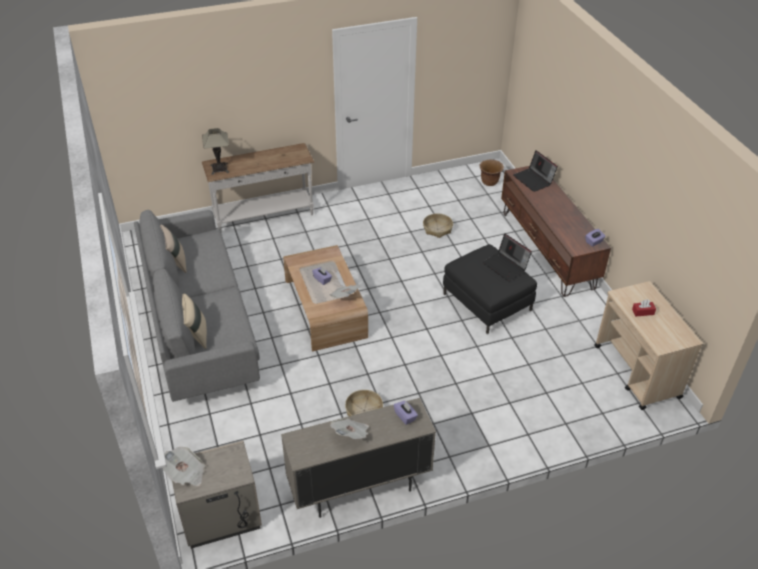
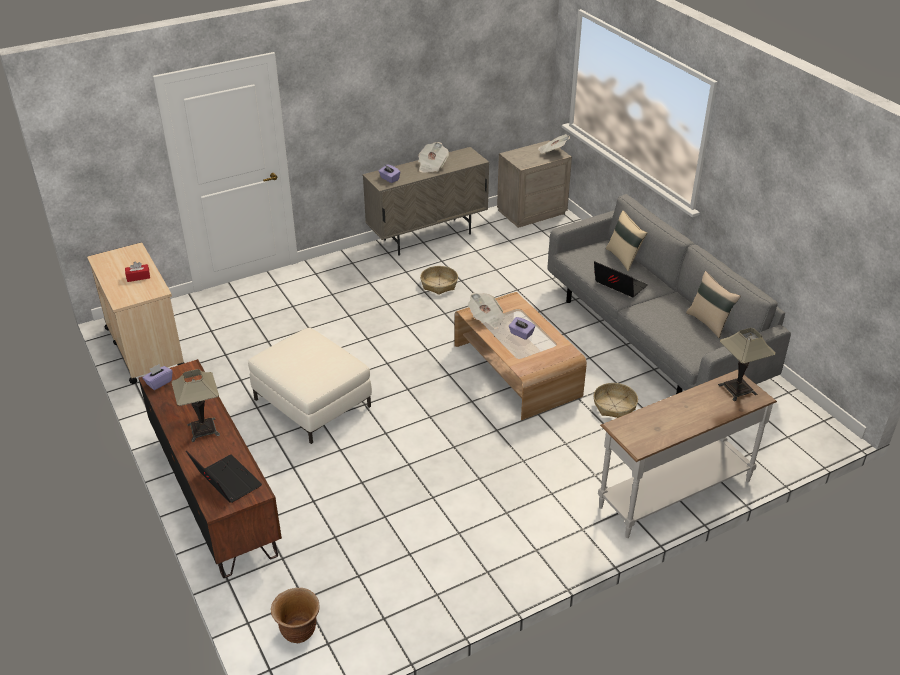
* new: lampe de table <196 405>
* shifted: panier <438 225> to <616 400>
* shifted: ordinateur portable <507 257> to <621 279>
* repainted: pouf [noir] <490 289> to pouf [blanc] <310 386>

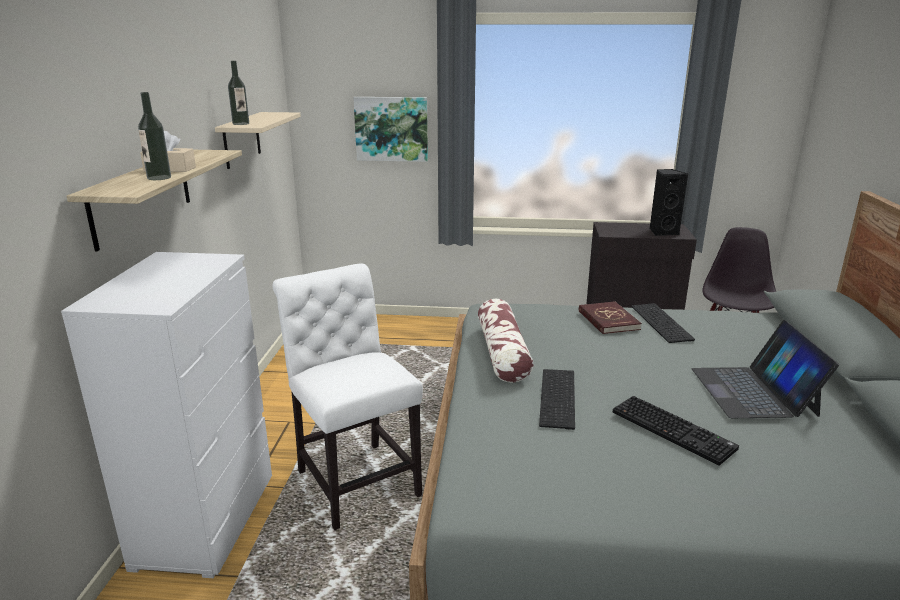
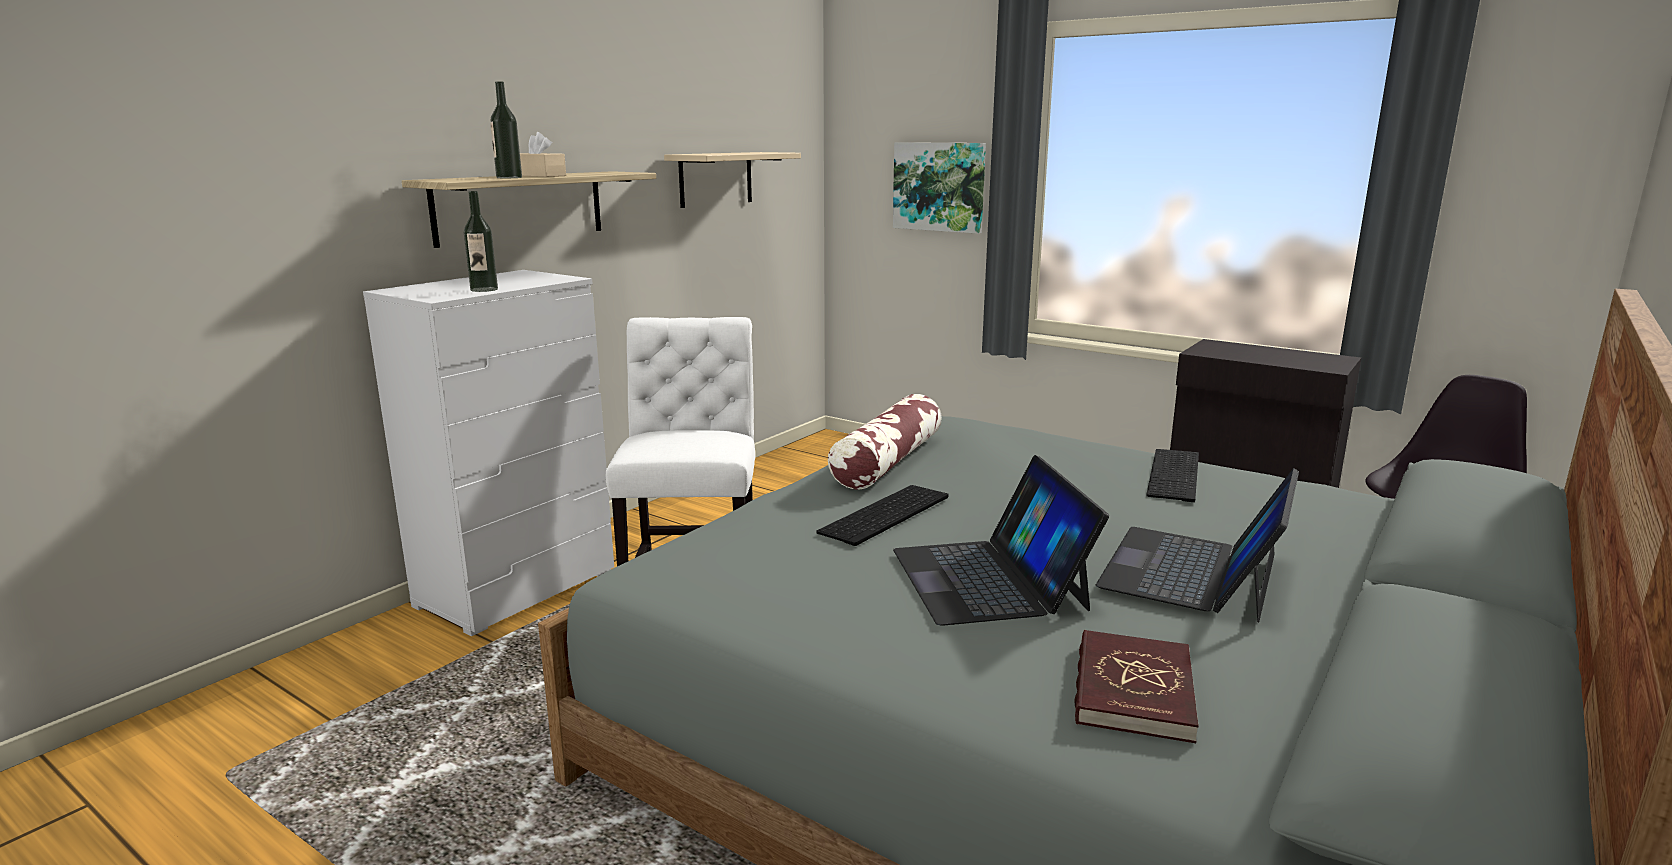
* gone: enceinte [noir] <668 202>
* shifted: bouteille <238 93> to <481 241>
* shifted: livre [rouge] <610 317> to <1136 686>
* swapped: clavier <676 431> to ordinateur portable <1001 540>

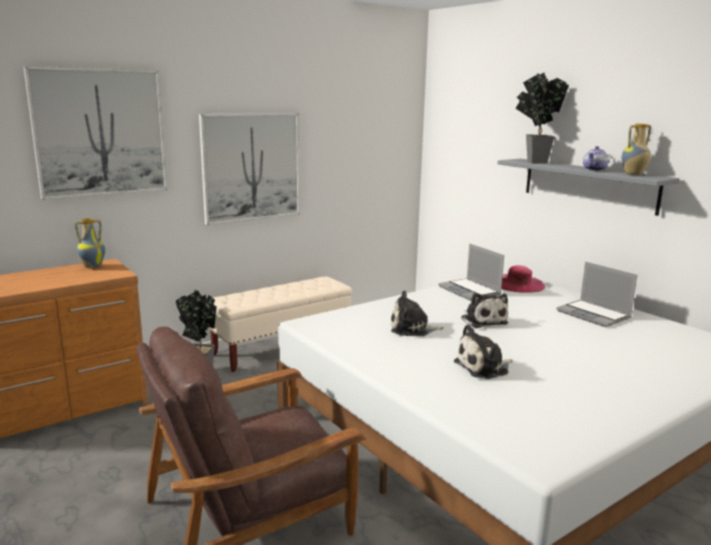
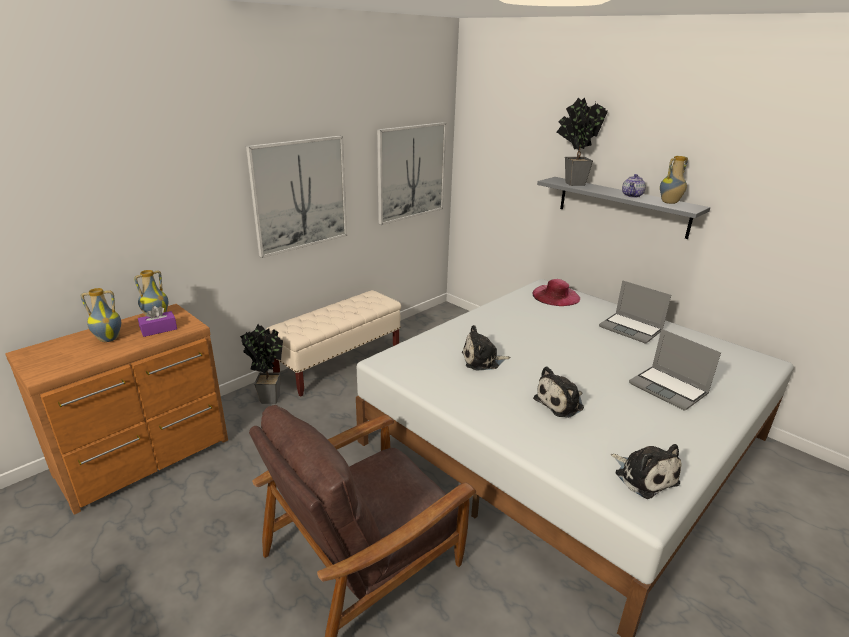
* new: vase <101 315>
* new: boîte à mouchoirs [violet] <157 321>
* shifted: tableau <95 133> to <411 173>
* shifted: ordinateur portable <471 272> to <675 370>
* shifted: peluche <484 310> to <646 471>

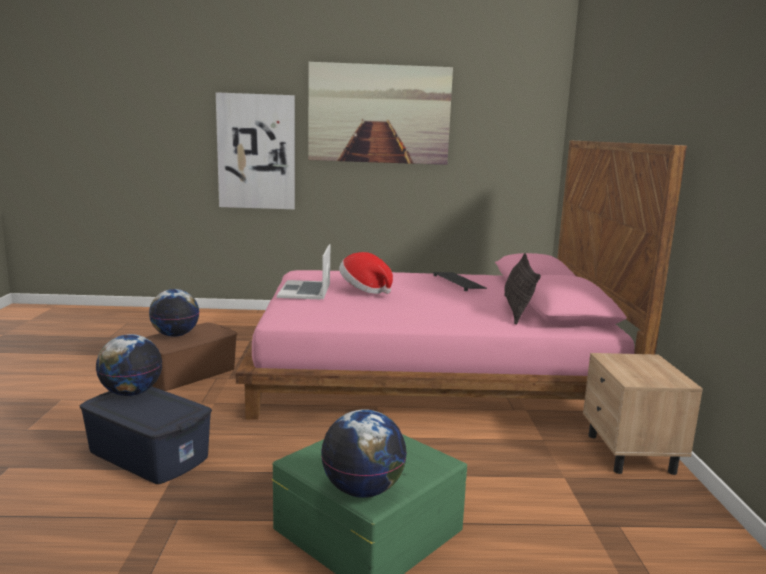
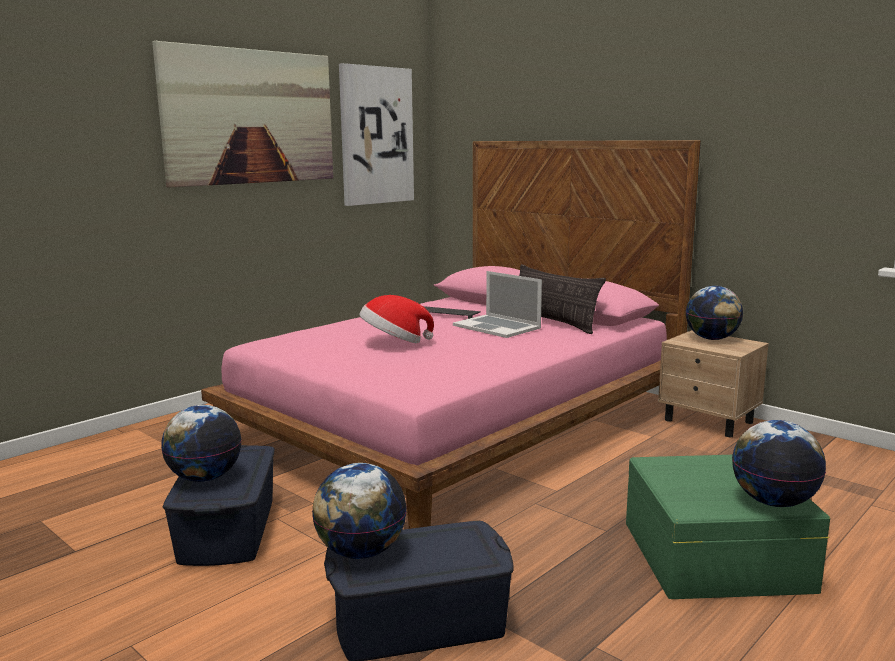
* new: globe <714 313>
* shifted: tableau <255 150> to <376 134>
* shifted: ordinateur portable <303 271> to <497 304>
* repainted: boîte de rangement [marron] <191 356> to boîte de rangement [bleu] <219 505>

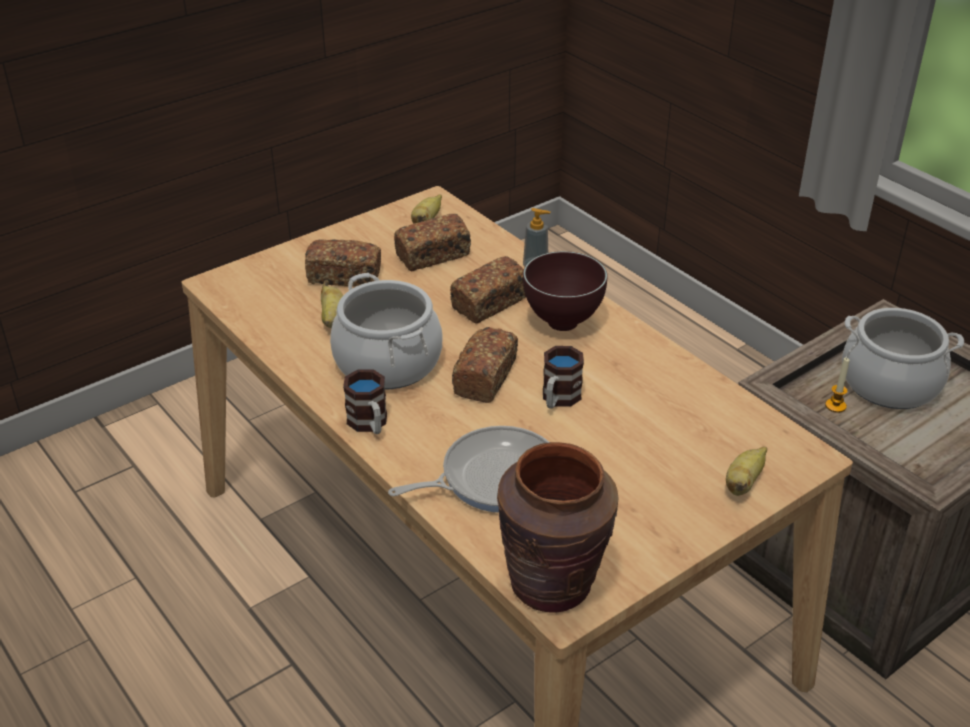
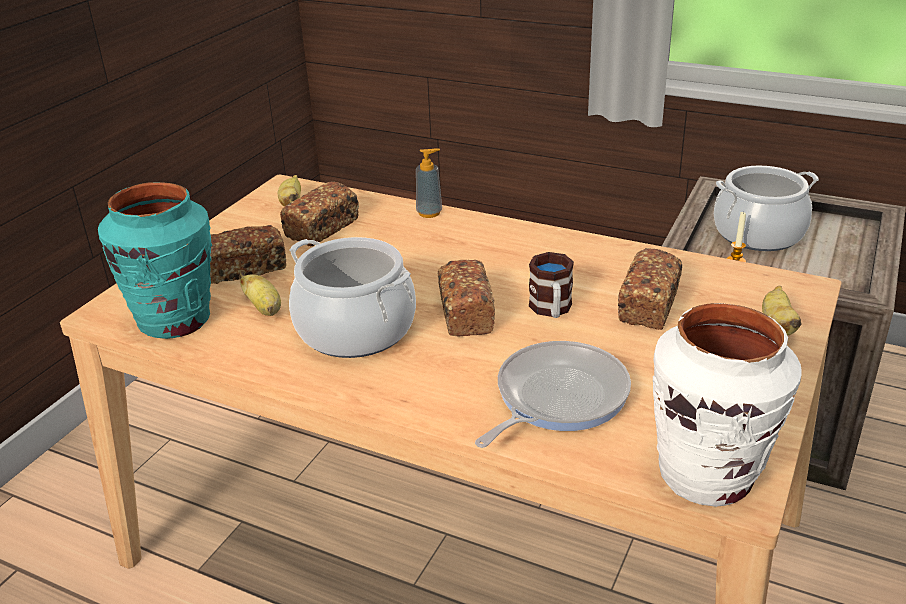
* gone: mug <365 402>
* gone: bol [marron] <565 291>
* new: vase [turquoise] <155 260>
* shifted: pain <488 290> to <650 289>
* repainted: vase [marron] <558 527> to vase [blanc] <727 405>

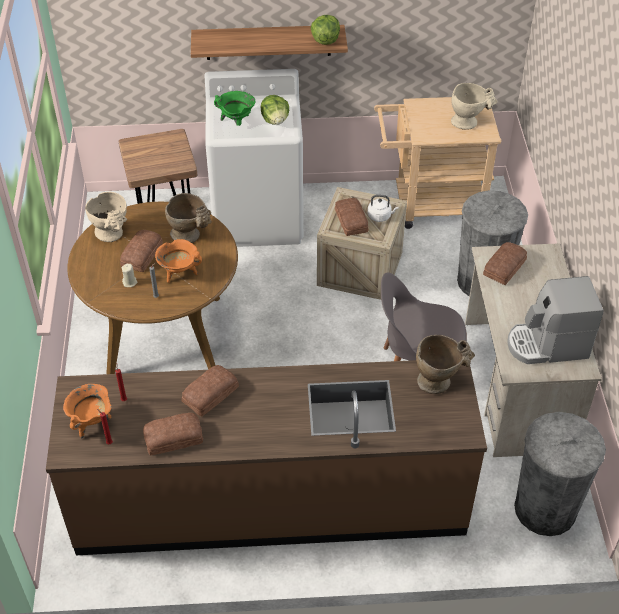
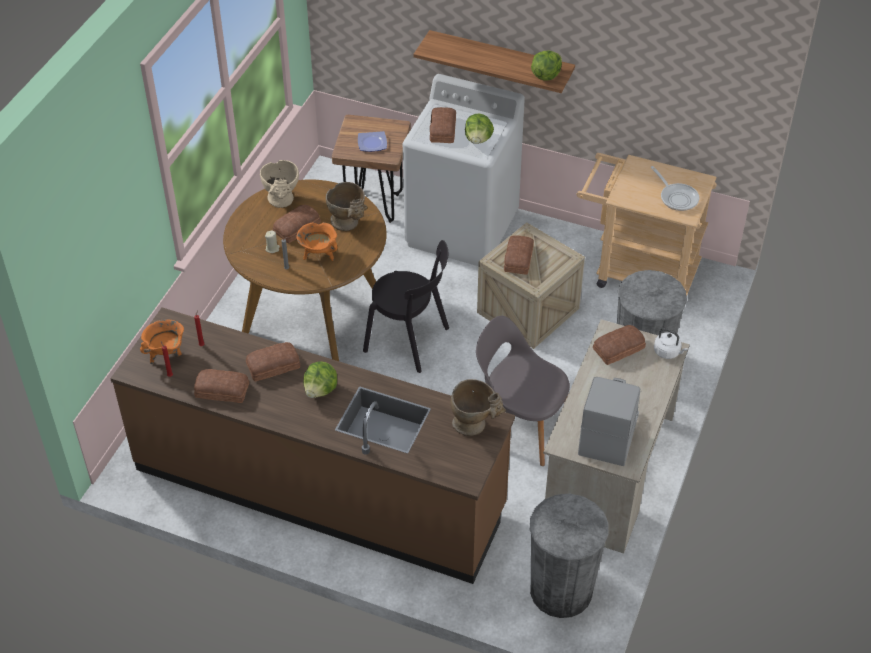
* new: laitue <320 379>
* new: assiette <372 141>
* new: chaise [noir] <406 306>
* shifted: bouilloire [blanc] <383 208> to <671 343>
* swapped: marmite [vert] <234 108> to pain <443 125>
* swapped: vase [beige] <474 106> to poêle <674 188>
* rotated: machine à café <556 320> = <609 421> 90 degrees clockwise

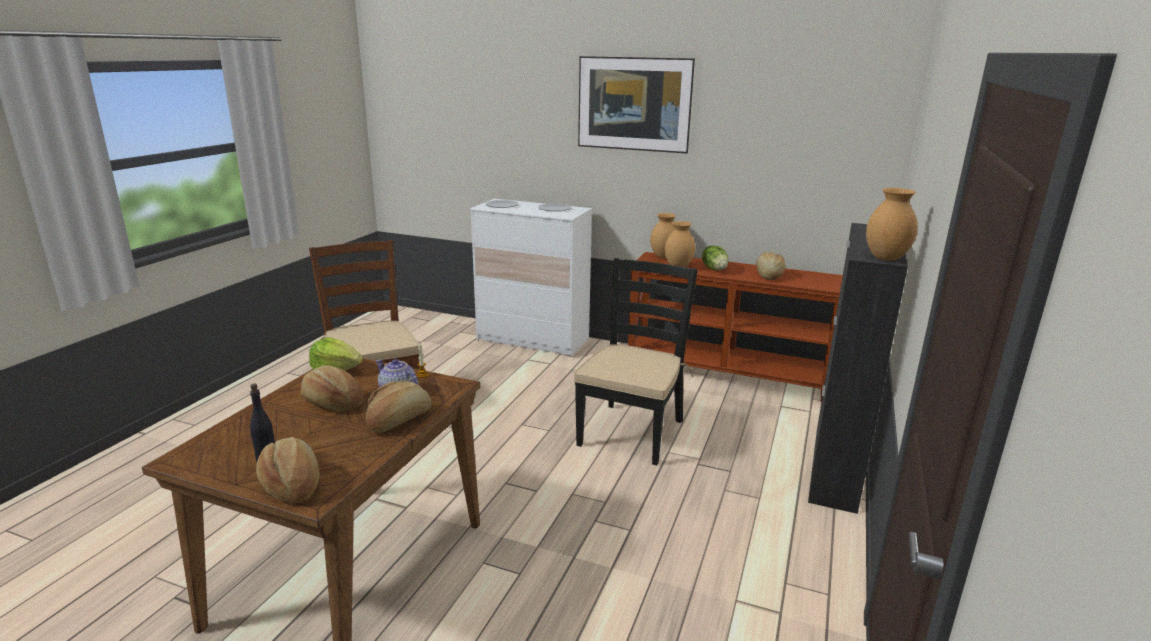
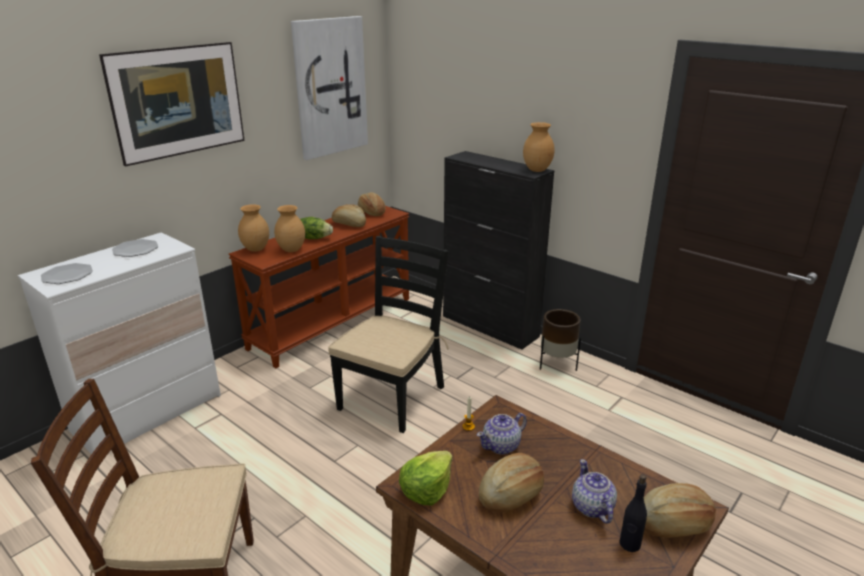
* new: tableau <329 88>
* new: cache-pot [marron] <560 340>
* new: théière <594 491>
* shifted: pain <399 407> to <372 204>
* rotated: chaise [noir] <636 362> = <388 334> 75 degrees clockwise

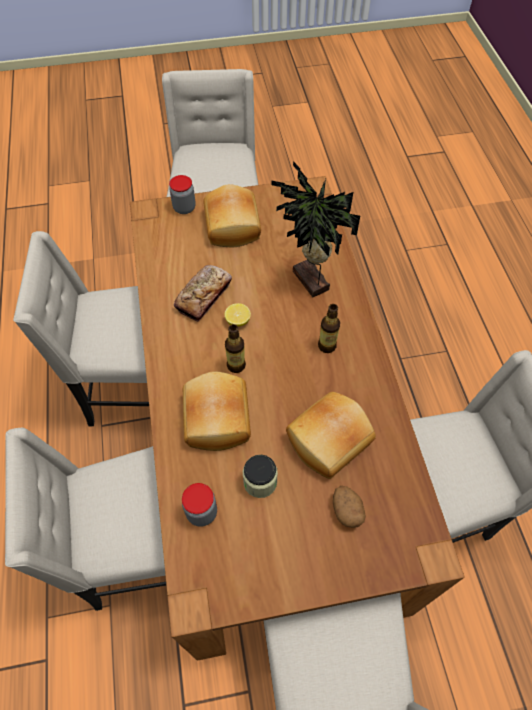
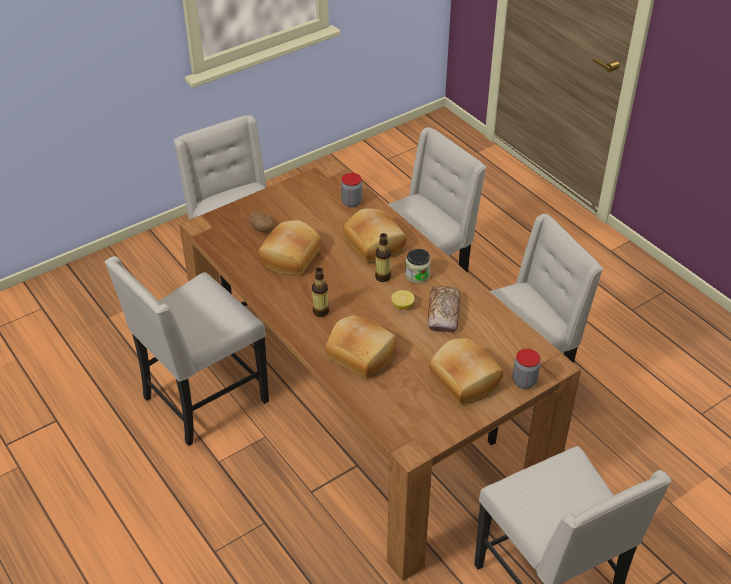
* shifted: bocal <260 476> to <418 266>
* swapped: plante en pot <315 229> to pain <361 346>

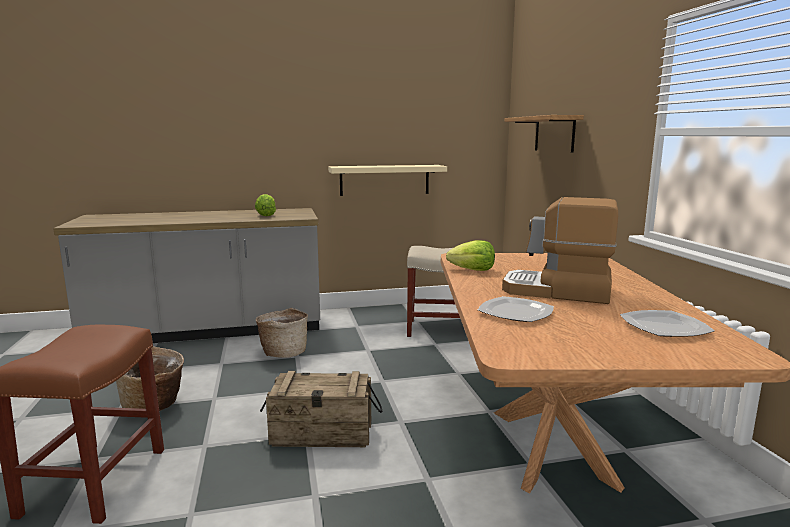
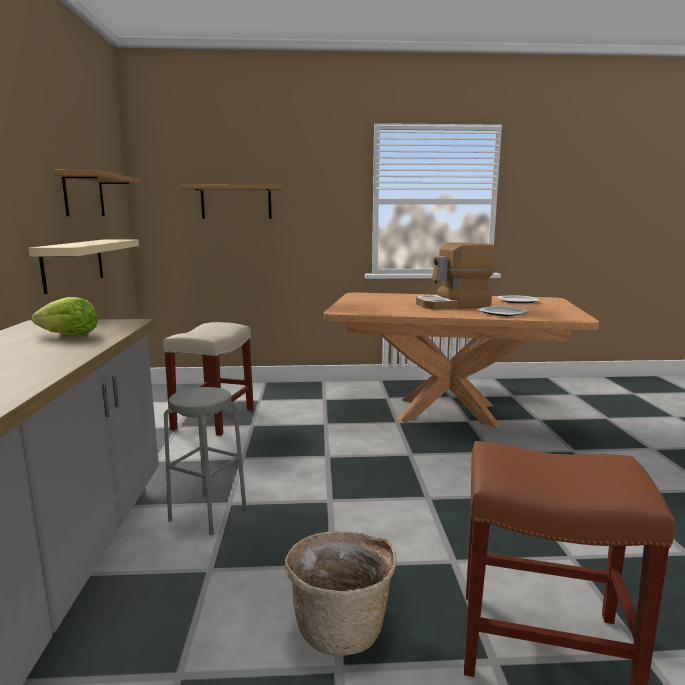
* gone: caisse <321 409>
* gone: laitue <470 255>
* new: étagère <97 193>
* swapped: panier <281 333> to tabouret [gris] <205 461>
* rotated: machine à café <560 250> = <455 275> 45 degrees clockwise

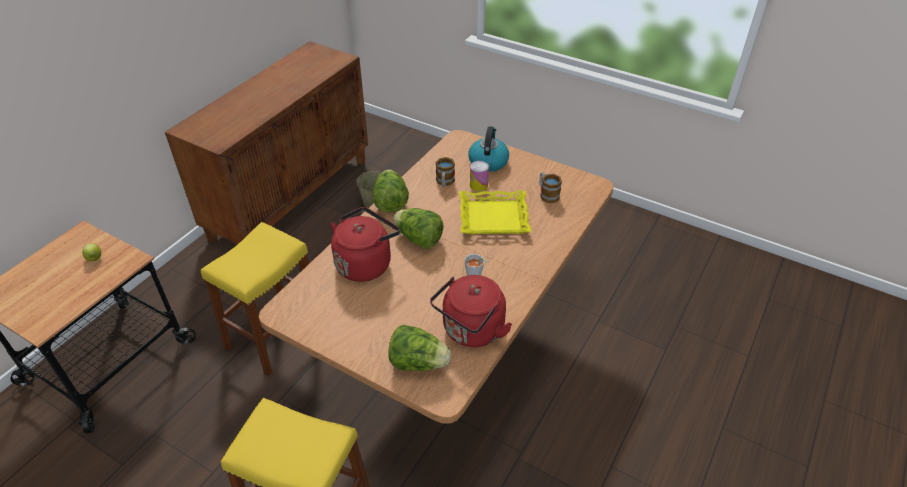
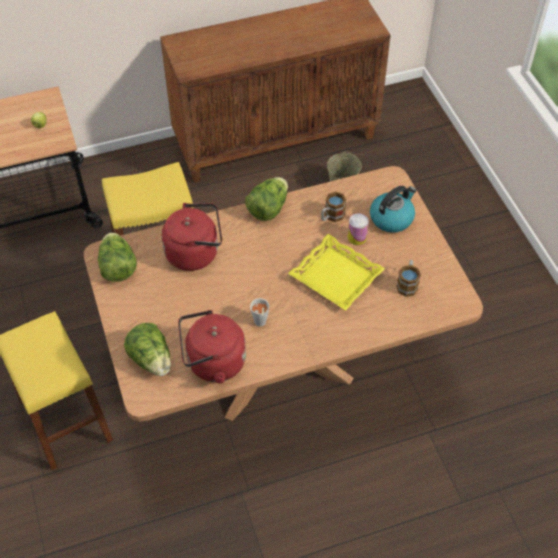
* shifted: laitue <418 228> to <117 257>

